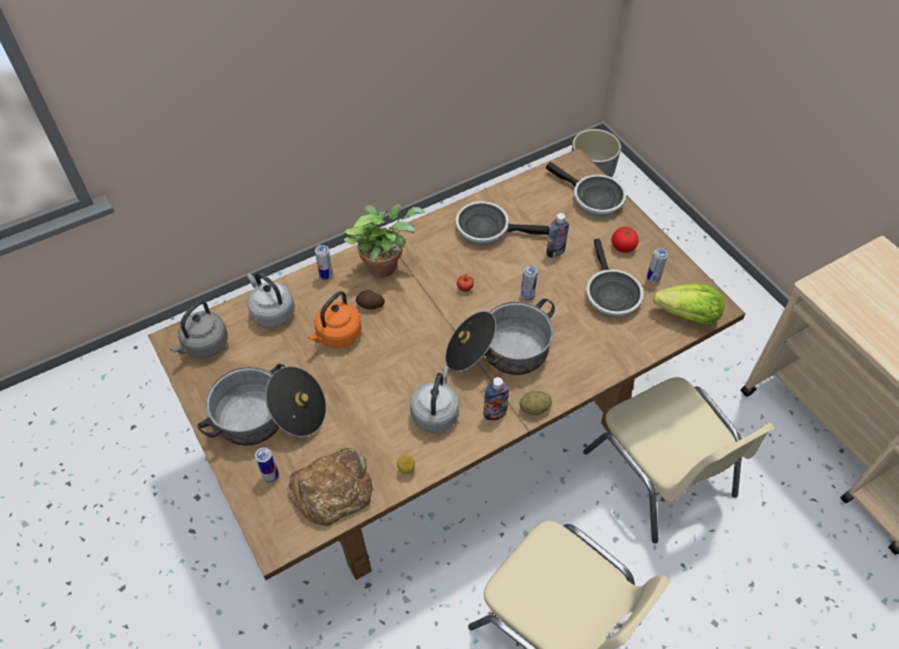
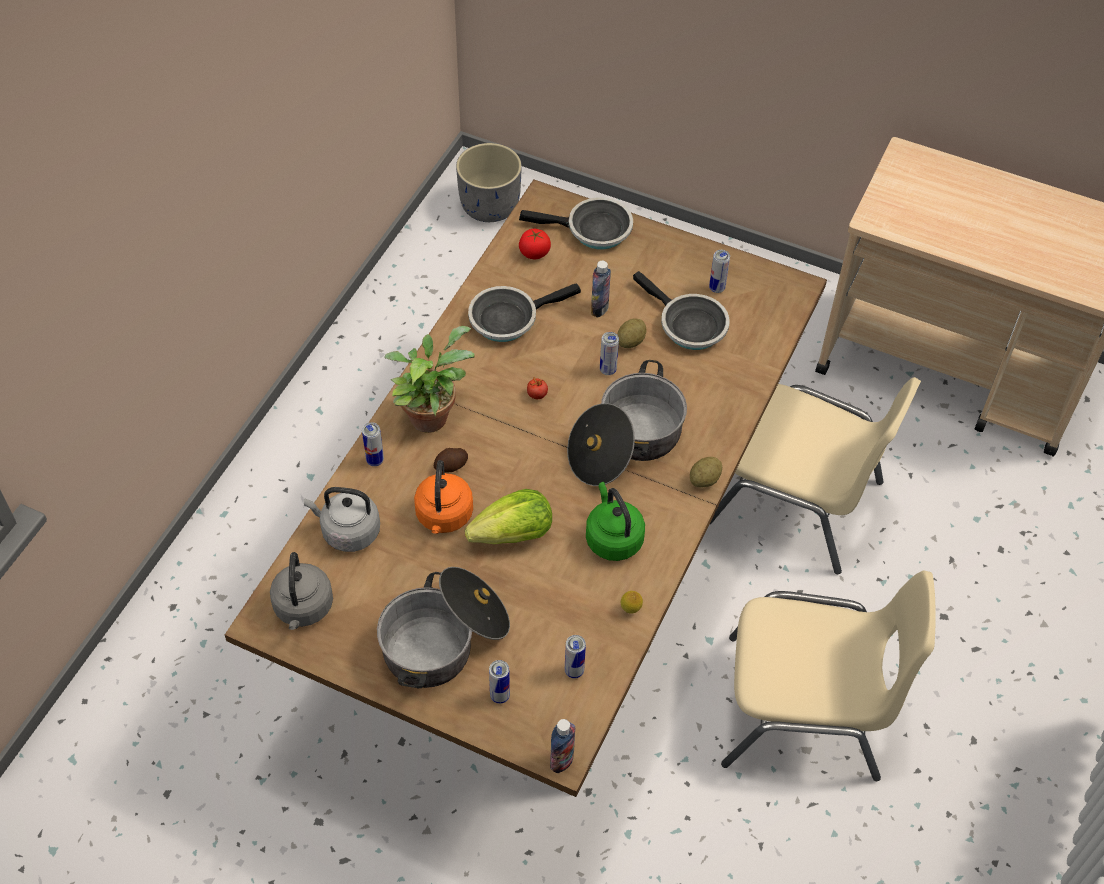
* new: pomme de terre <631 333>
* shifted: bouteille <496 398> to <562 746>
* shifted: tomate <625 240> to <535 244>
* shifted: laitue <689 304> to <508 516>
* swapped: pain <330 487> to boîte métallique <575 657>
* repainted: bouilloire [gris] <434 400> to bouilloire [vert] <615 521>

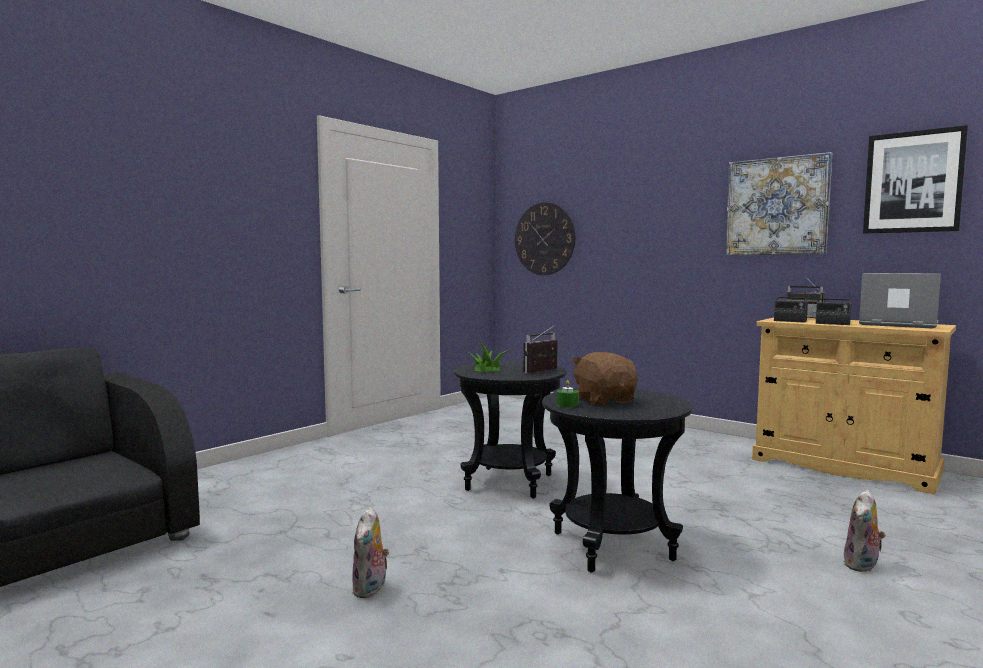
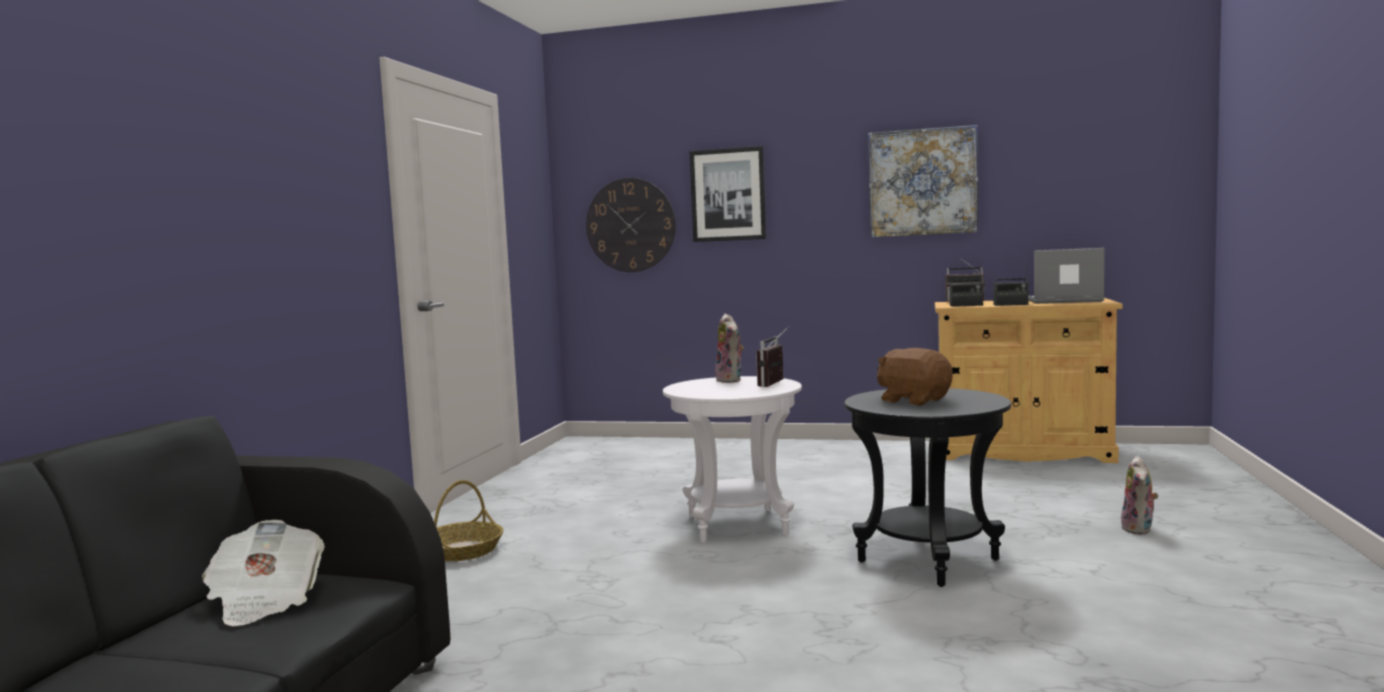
* gone: plante en pot <489 357>
* gone: bougie [vert] <567 393>
* new: journal <263 573>
* new: panier <468 520>
* shifted: peluche <370 552> to <729 348>
* shifted: tableau <915 179> to <728 194>
* repainted: table d'appoint [noir] <510 430> to table d'appoint [blanc] <732 459>

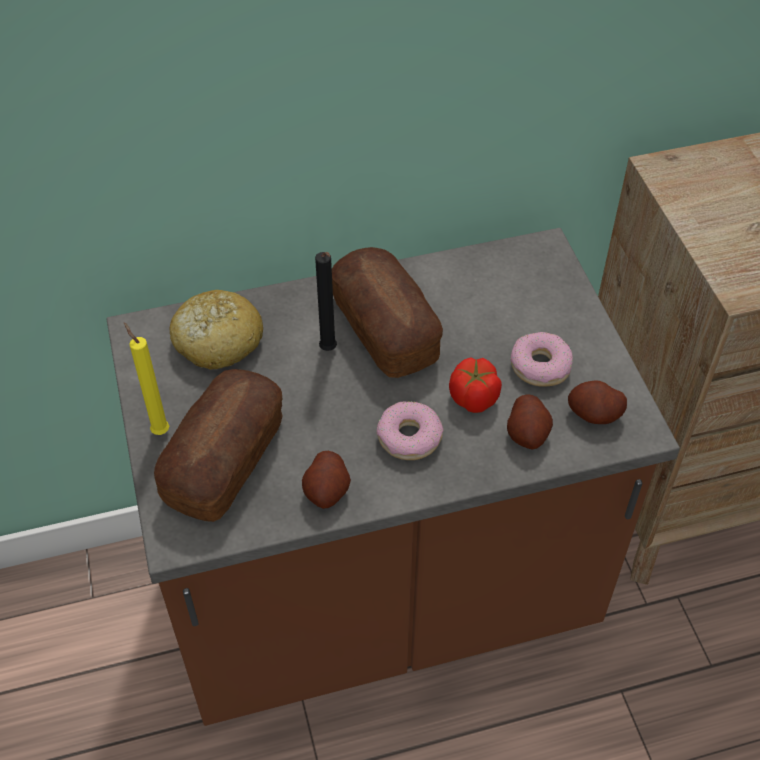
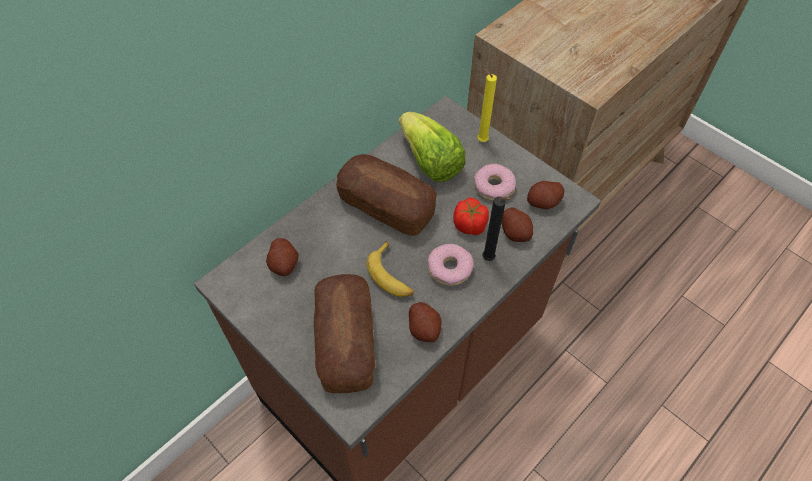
* new: banane <390 269>
* new: laitue <432 147>
* shifted: bougie [jaune] <146 378> to <487 104>
* shifted: bougie [noir] <326 301> to <497 228>
* swapped: pain <216 329> to pomme de terre <282 257>

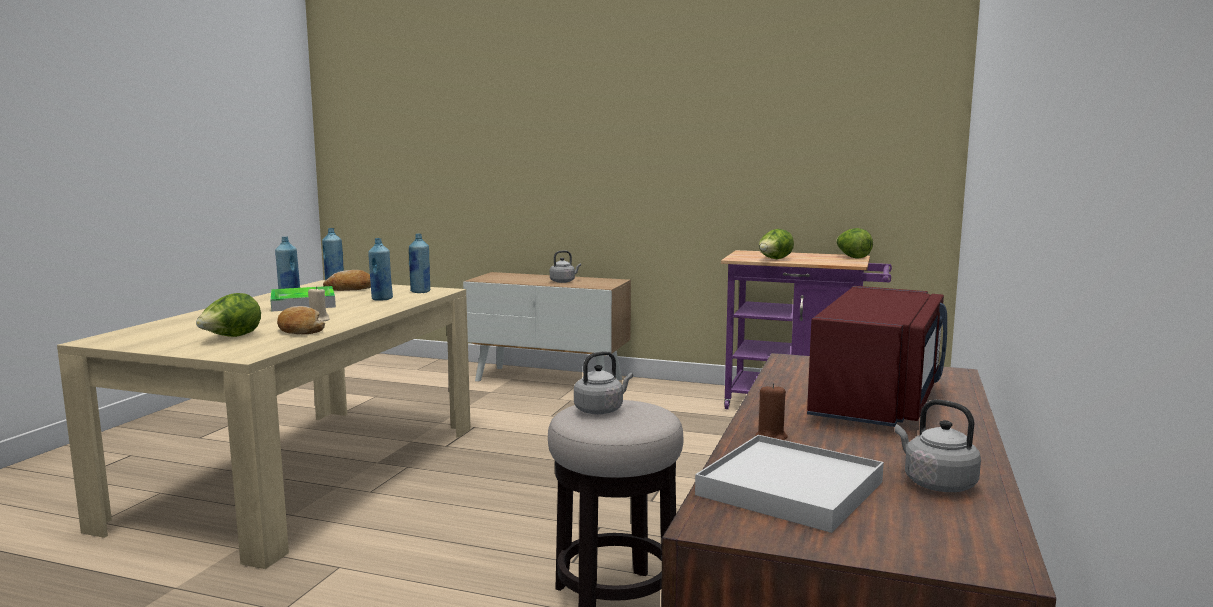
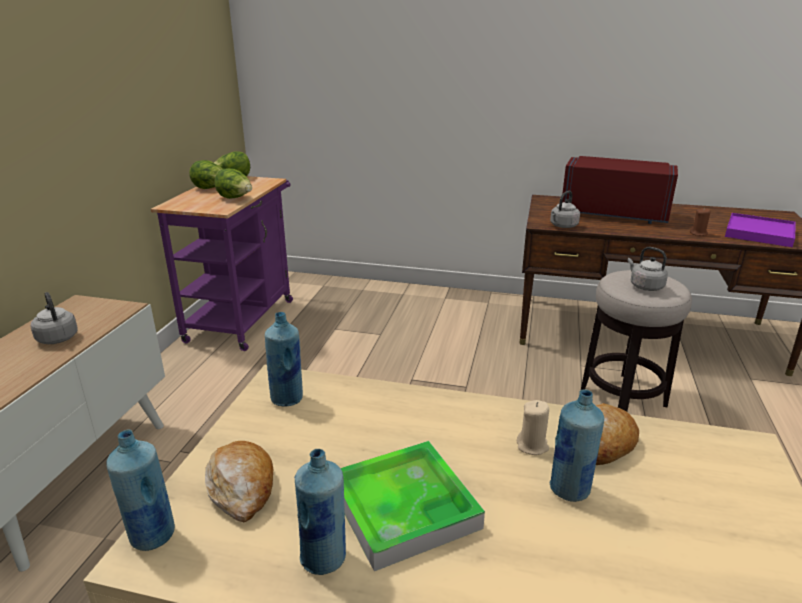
* shifted: laitue <228 315> to <205 174>
* shifted: bouteille [bleu] <380 269> to <577 445>
* shifted: bouilloire [gris] <938 445> to <565 209>
* repainted: plateau [blanc] <789 484> to plateau [violet] <760 230>

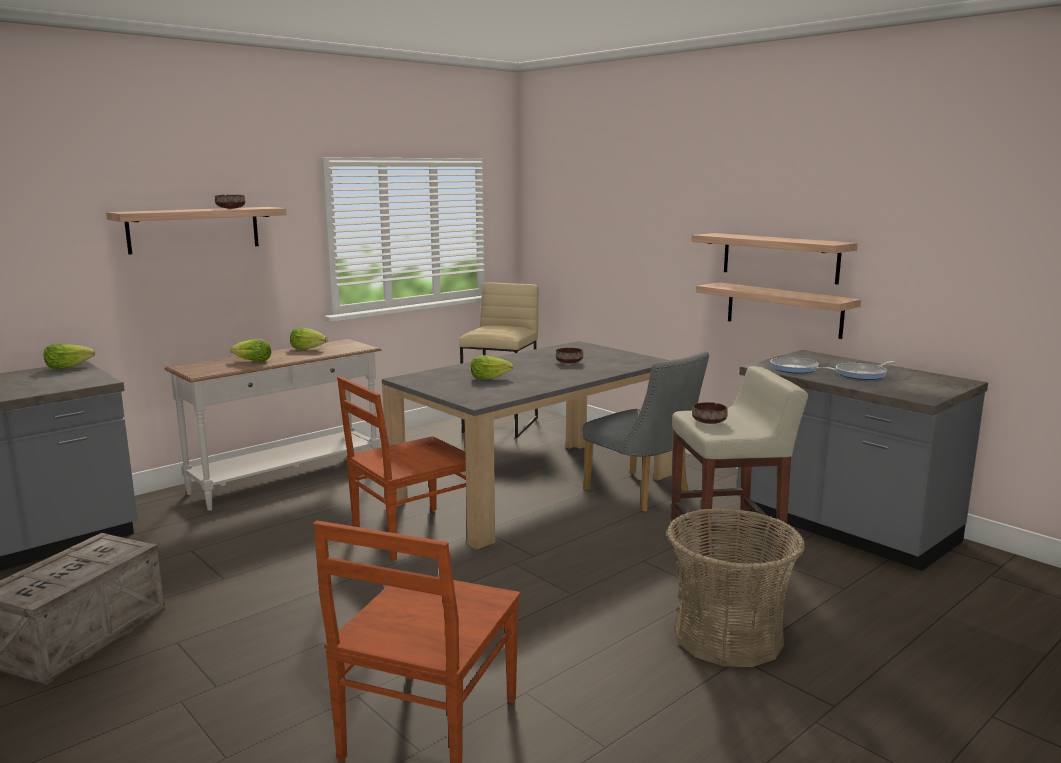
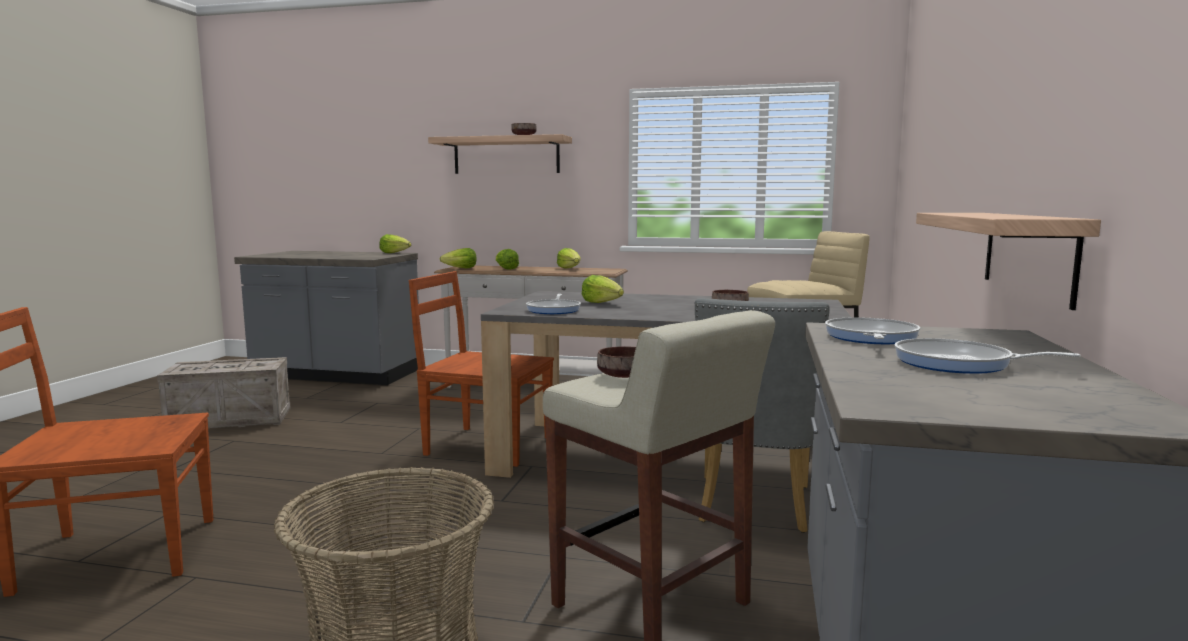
* gone: étagère <774 258>
* new: laitue <458 258>
* new: poêle <553 304>

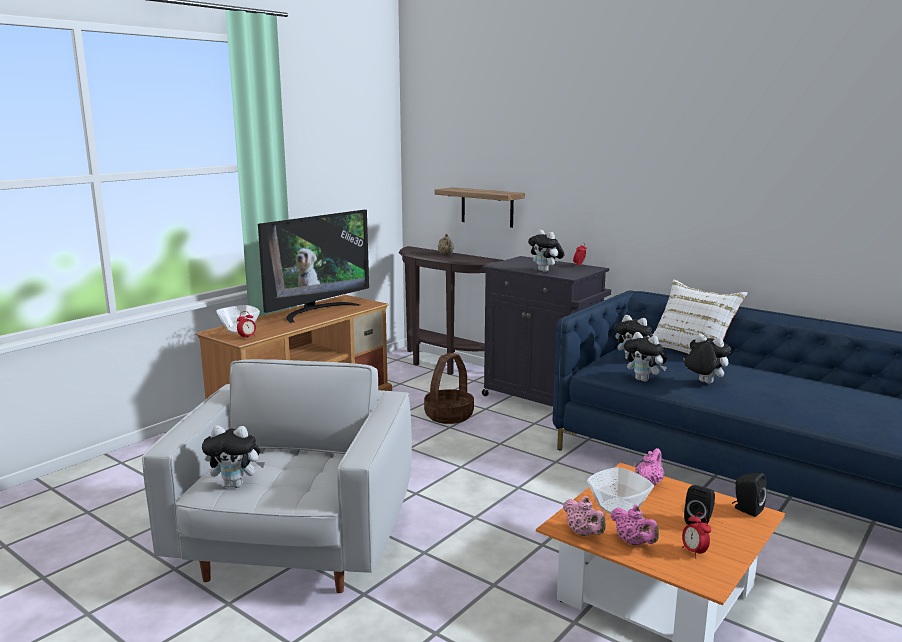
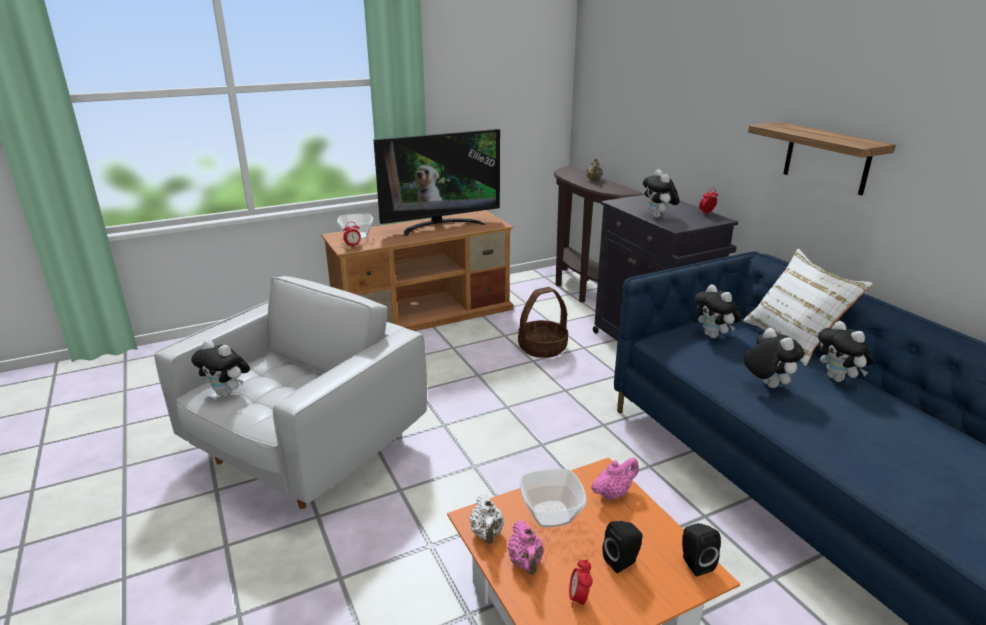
* shifted: étagère <480 207> to <822 158>
* shifted: peluche <645 357> to <846 351>
* repainted: théière [rose] <584 516> to théière [blanc] <486 519>

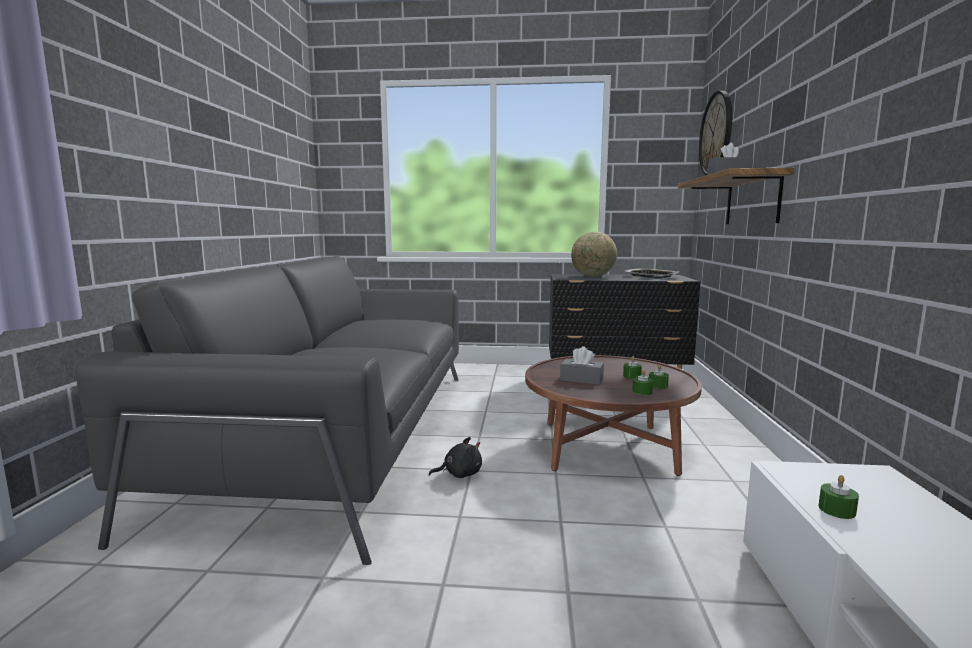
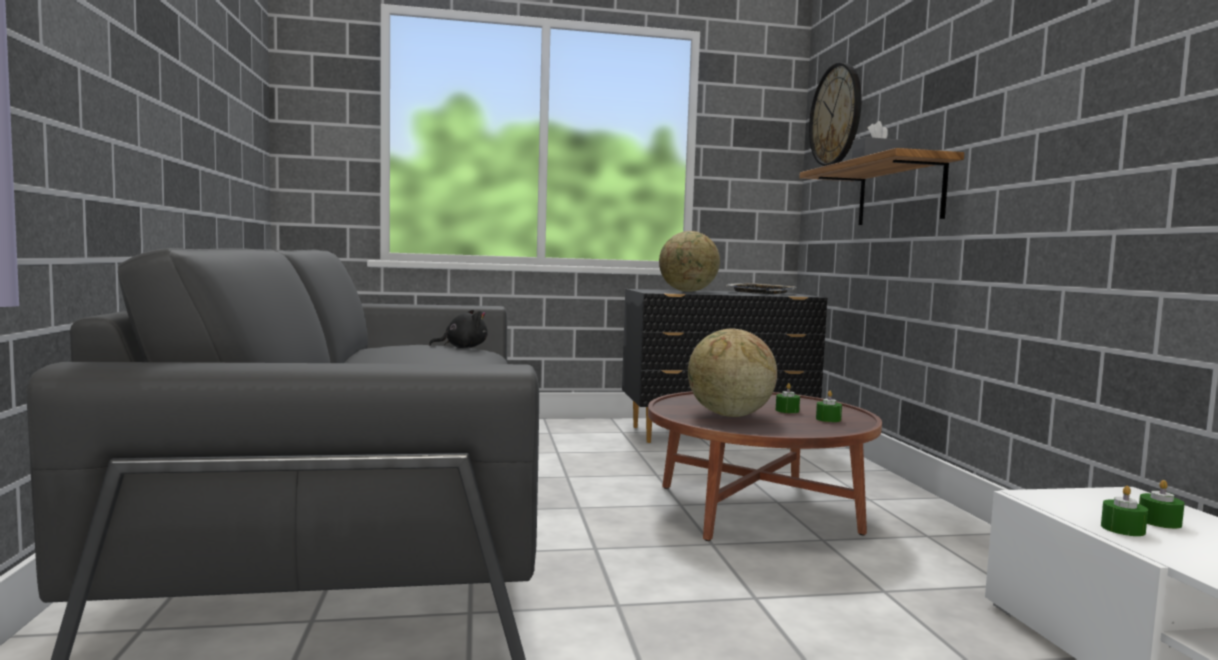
* shifted: peluche [noir] <455 457> to <458 329>
* shifted: bougie [vert] <642 382> to <1162 504>
* swapped: boîte à mouchoirs [gris] <582 365> to globe <732 372>

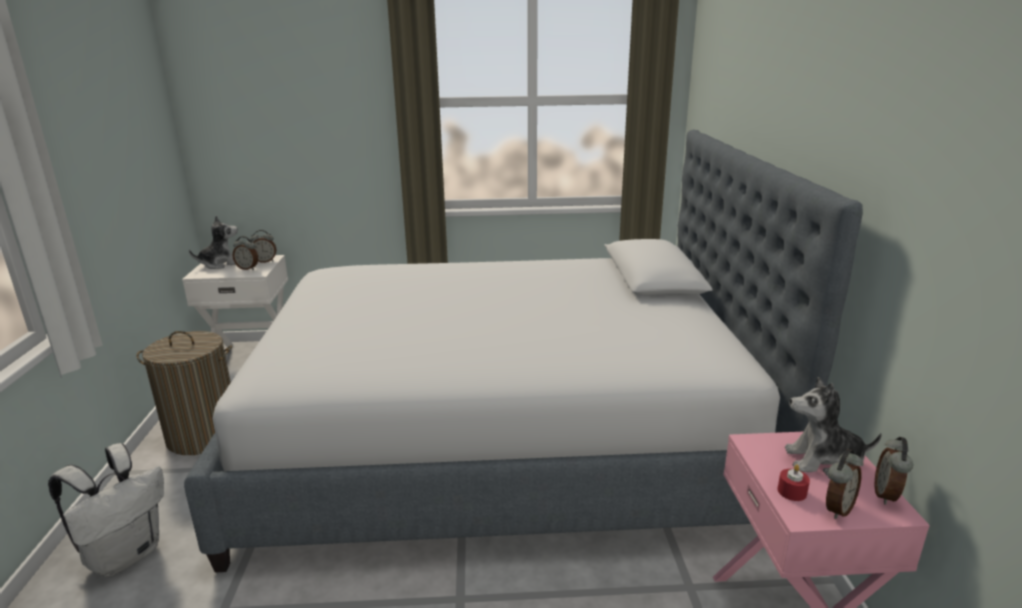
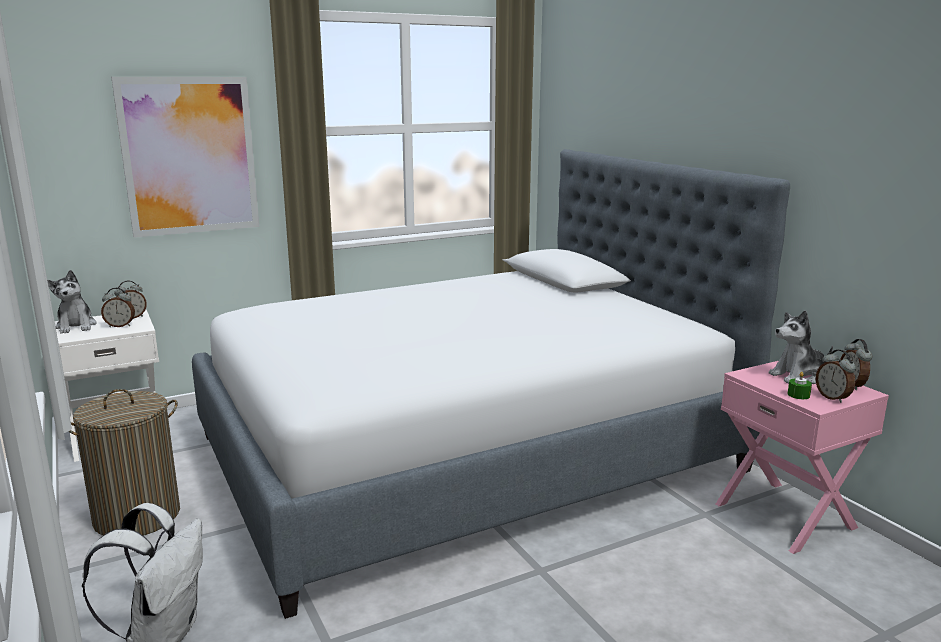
* new: tableau <185 157>
* repainted: bougie [rouge] <793 483> to bougie [vert] <800 385>
* rotated: peluche <213 242> = <72 302> 120 degrees clockwise
* rotated: réveil <844 484> = <836 376> 135 degrees clockwise

